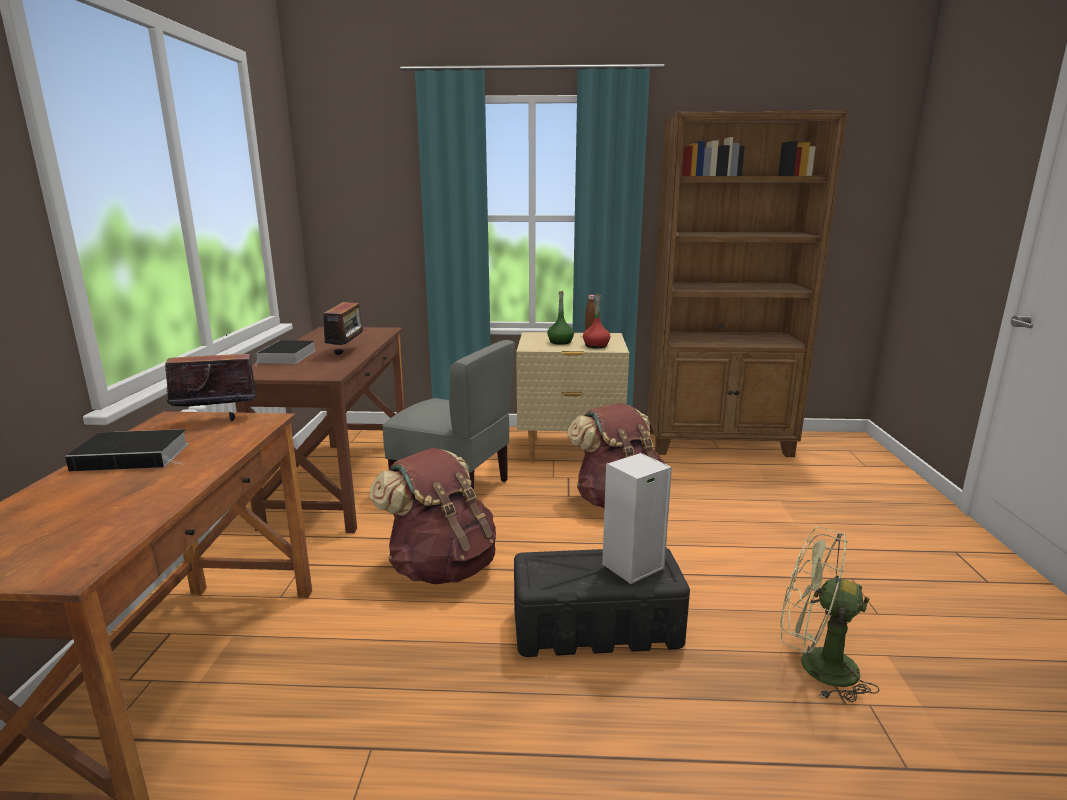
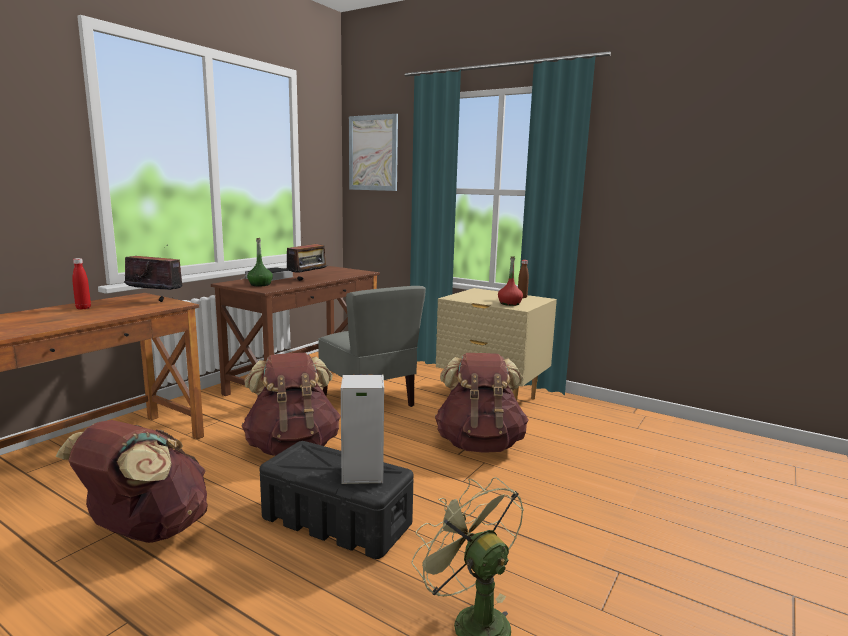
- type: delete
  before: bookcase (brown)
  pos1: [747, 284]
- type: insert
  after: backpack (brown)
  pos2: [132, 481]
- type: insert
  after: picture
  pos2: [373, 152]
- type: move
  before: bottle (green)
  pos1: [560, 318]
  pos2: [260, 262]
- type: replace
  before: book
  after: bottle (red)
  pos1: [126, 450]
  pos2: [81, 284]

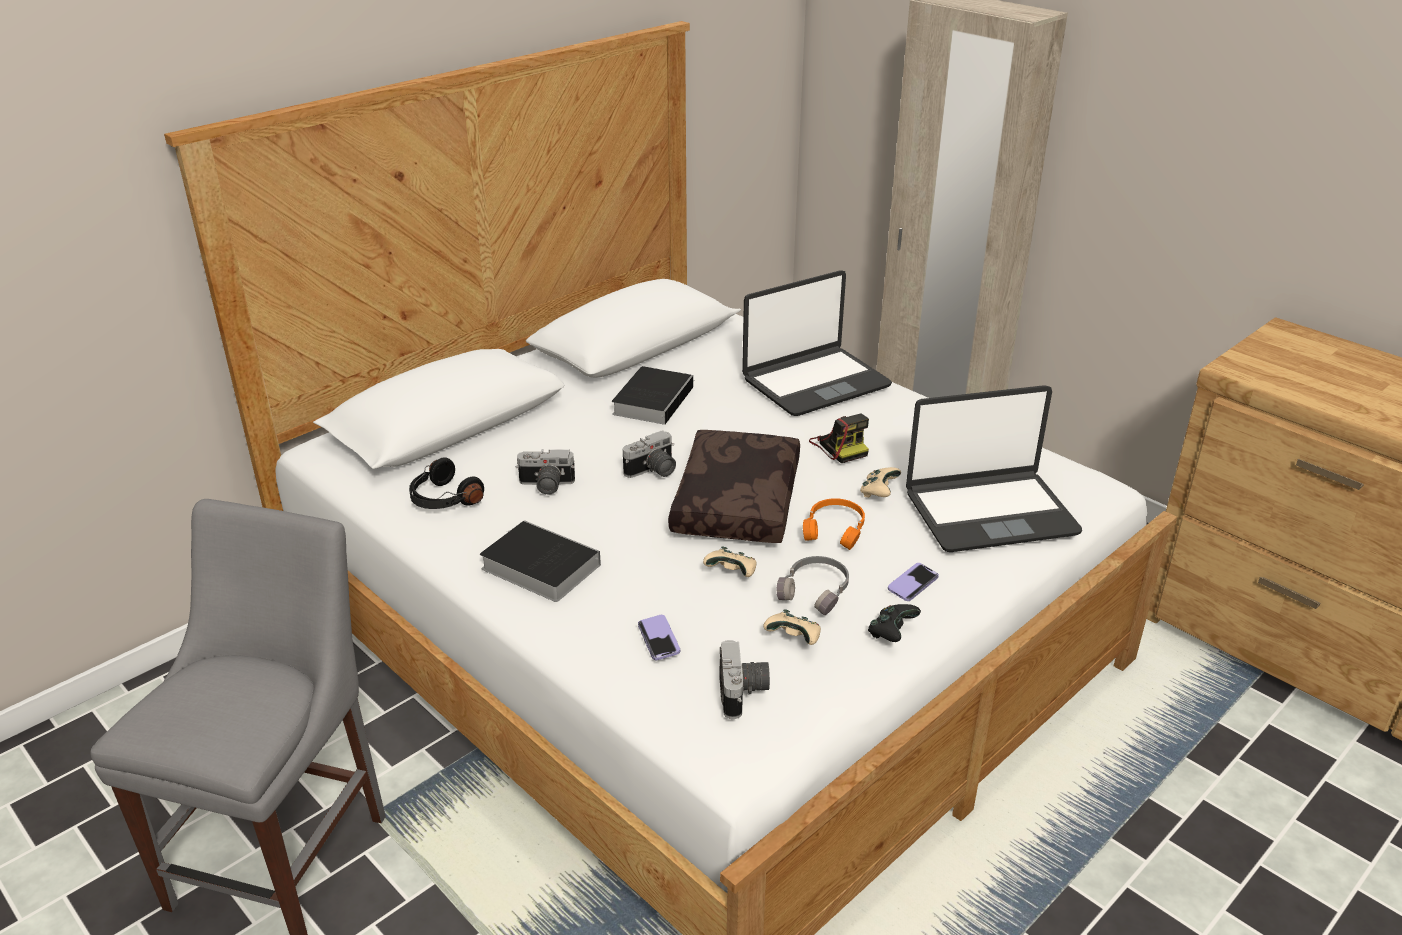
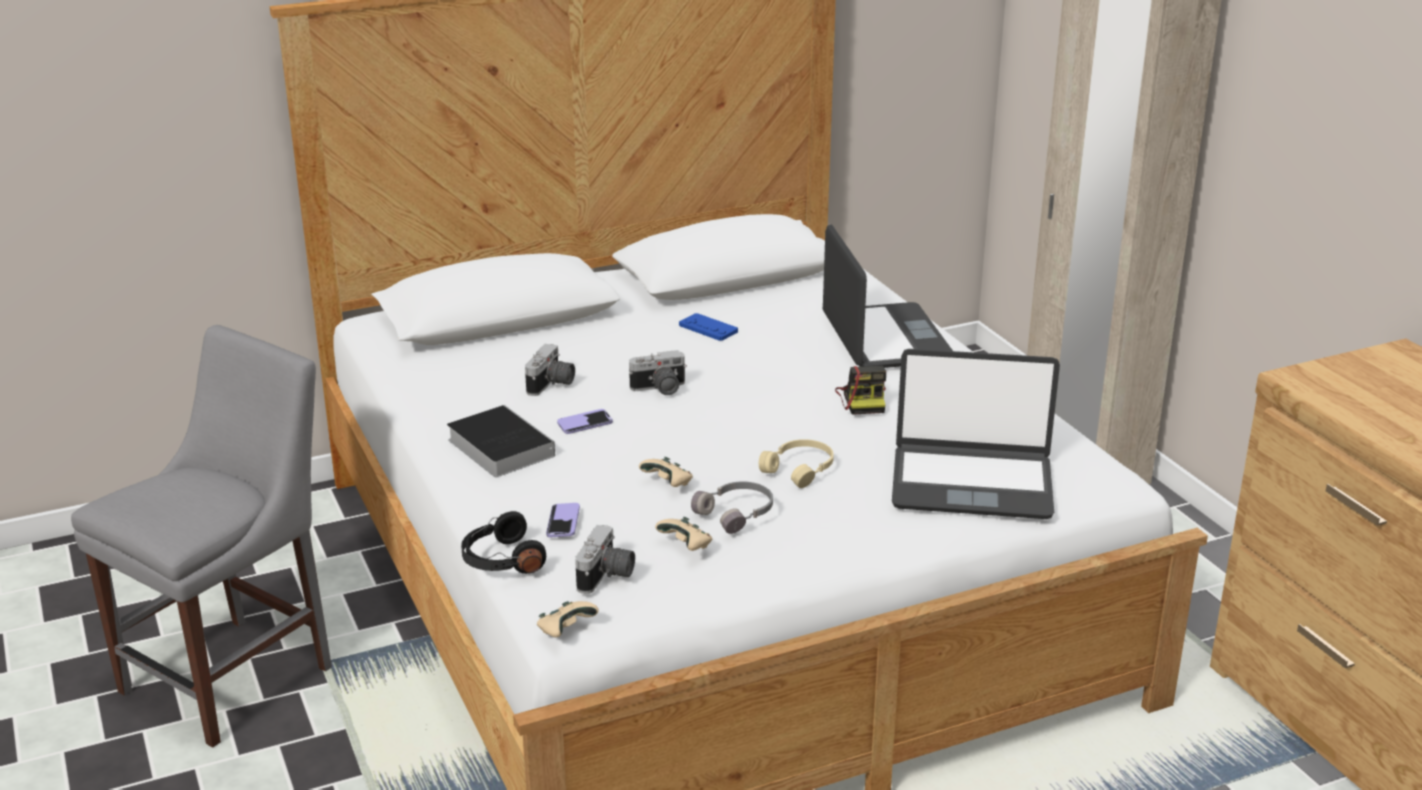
- type: delete
  before: pillow (brown)
  pos1: [734, 486]
- type: delete
  before: game controller (black)
  pos1: [894, 623]
- type: move
  before: headphones (black)
  pos1: [446, 483]
  pos2: [503, 542]
- type: move
  before: game controller (beige)
  pos1: [880, 482]
  pos2: [568, 619]
- type: move
  before: phone
  pos1: [913, 582]
  pos2: [585, 421]
- type: replace
  before: book
  after: game controller (blue)
  pos1: [653, 395]
  pos2: [708, 327]
- type: recolor
  before: headphones (orange)
  after: headphones (beige)
  pos1: [834, 524]
  pos2: [796, 463]
- type: rotate
  before: photo camera
  pos1: [545, 472]
  pos2: [550, 370]
  turn: -90
- type: rotate
  before: laptop
  pos1: [817, 343]
  pos2: [888, 296]
  turn: -90

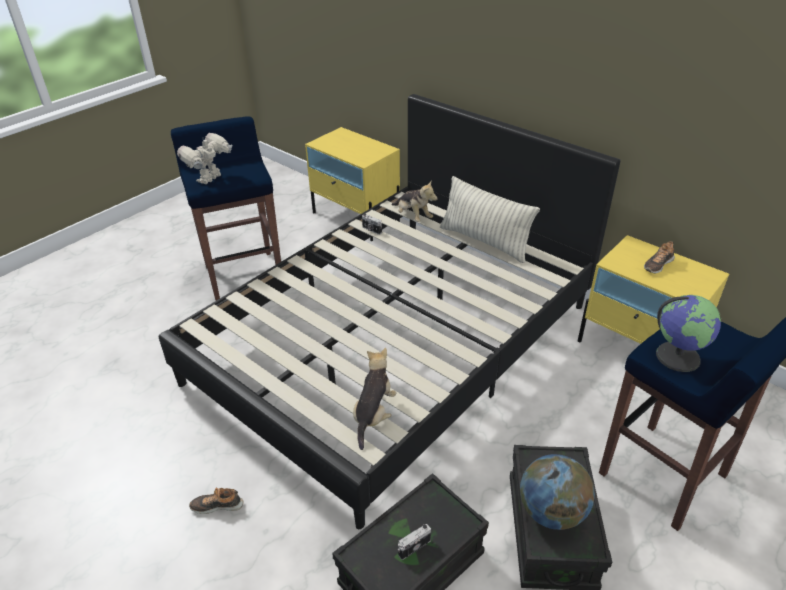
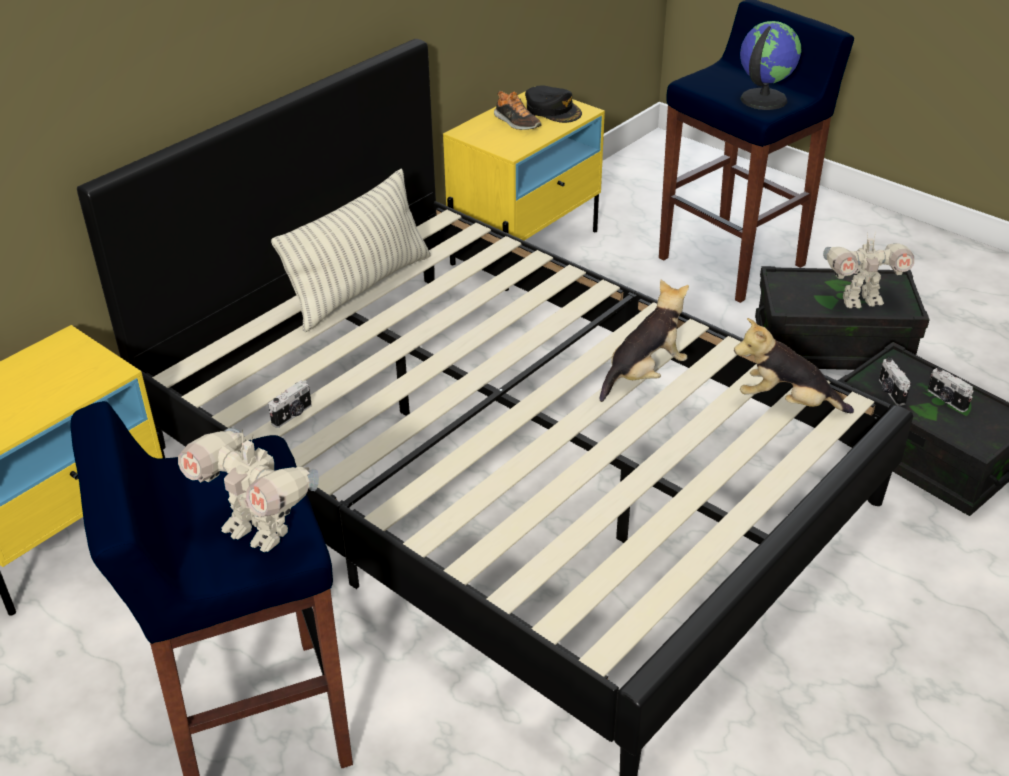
- type: delete
  before: shoe
  pos1: [216, 501]
- type: insert
  after: cap (black)
  pos2: [553, 104]
- type: insert
  after: photo camera
  pos2: [894, 382]
- type: move
  before: plush toy
  pos1: [414, 202]
  pos2: [644, 341]
- type: replace
  before: globe
  after: toy robot
  pos1: [557, 492]
  pos2: [868, 270]

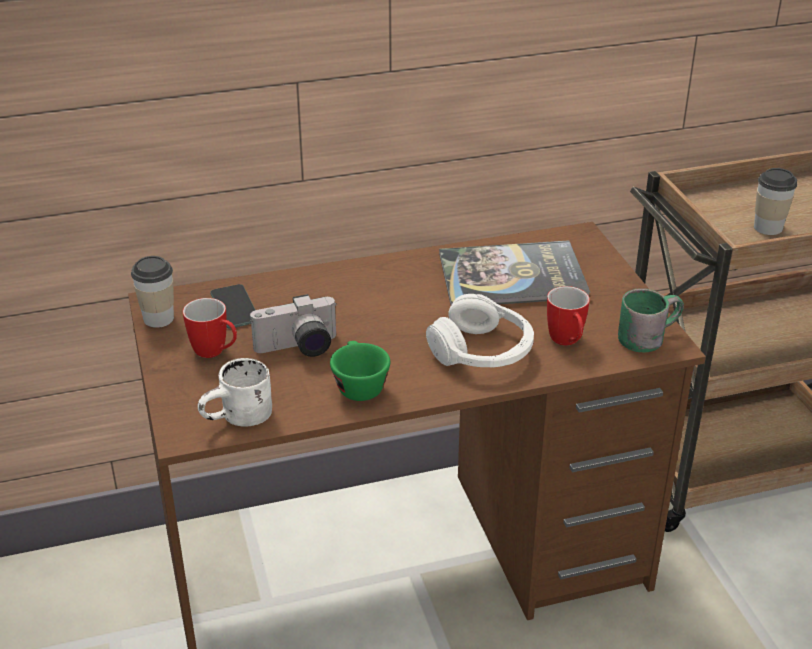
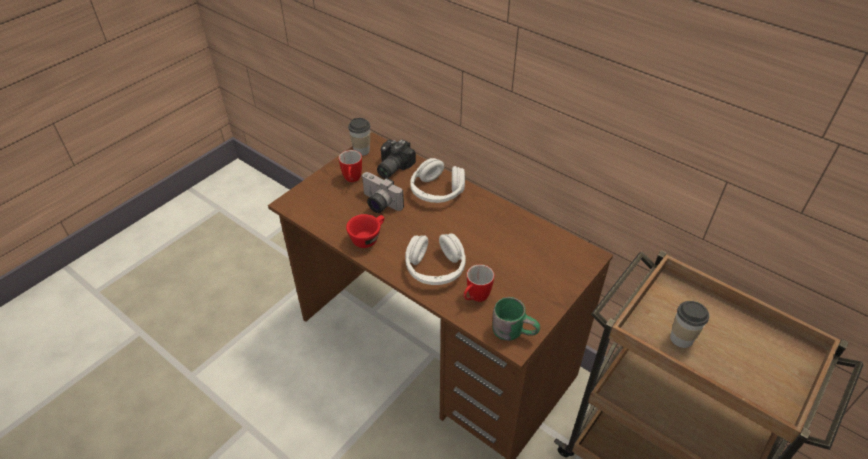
- type: delete
  before: mug (white)
  pos1: [235, 392]
- type: delete
  before: book
  pos1: [514, 272]
- type: insert
  after: headphones (white)
  pos2: [437, 180]
- type: replace
  before: phone
  after: photo camera
  pos1: [232, 306]
  pos2: [396, 159]
- type: recolor
  before: cup (green)
  after: cup (red)
  pos1: [360, 371]
  pos2: [365, 231]

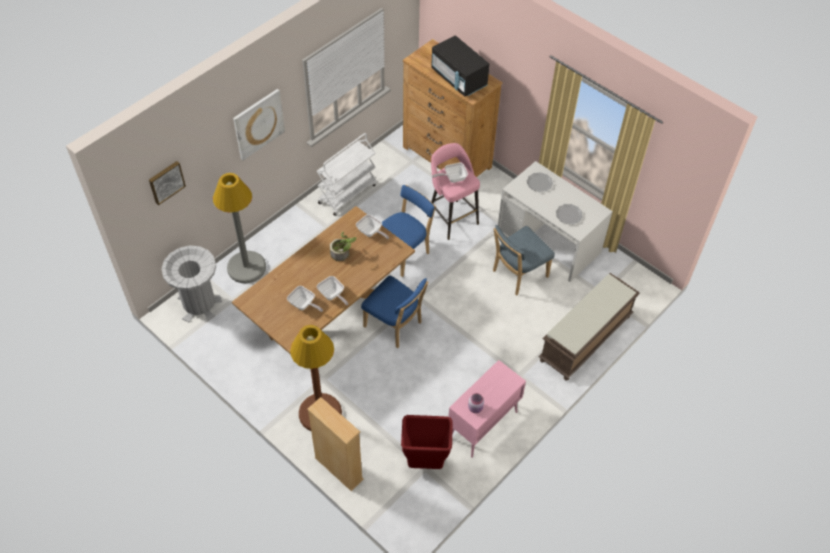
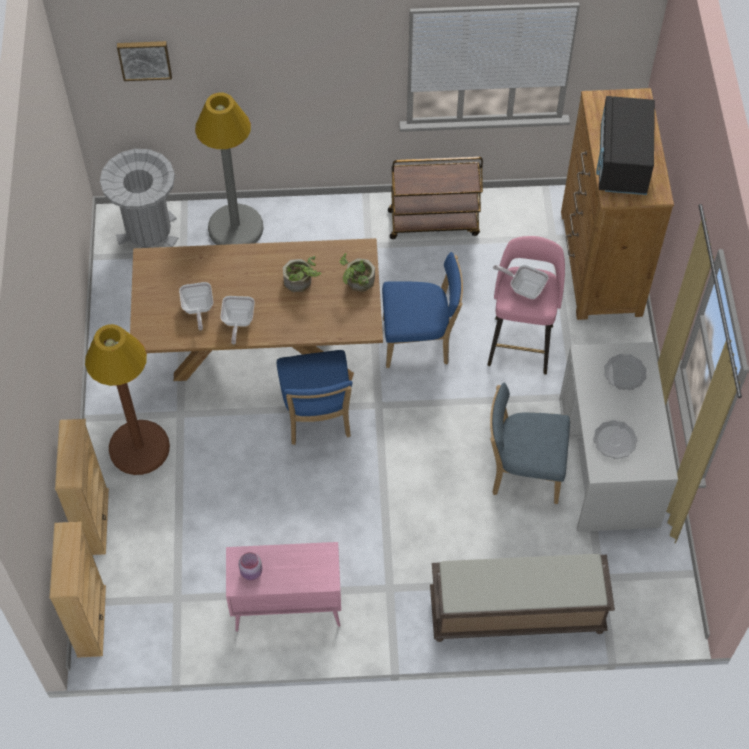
- type: delete
  before: picture
  pos1: [259, 125]
- type: delete
  before: trash can (red)
  pos1: [427, 442]
- type: insert
  after: bookcase (beige)
  pos2: [78, 590]
- type: replace
  before: frying pan
  after: potted plant
  pos1: [372, 226]
  pos2: [357, 272]
- type: recolor
  before: cart (white)
  after: cart (brown)
  pos1: [347, 174]
  pos2: [435, 198]

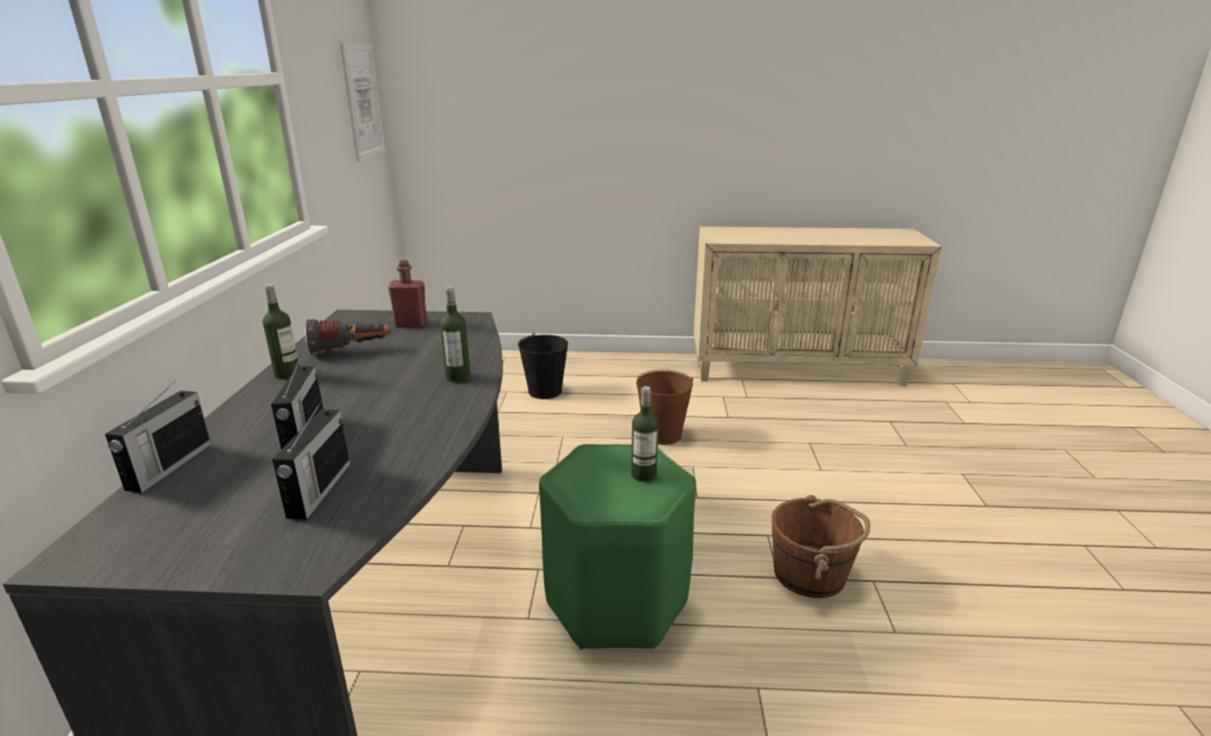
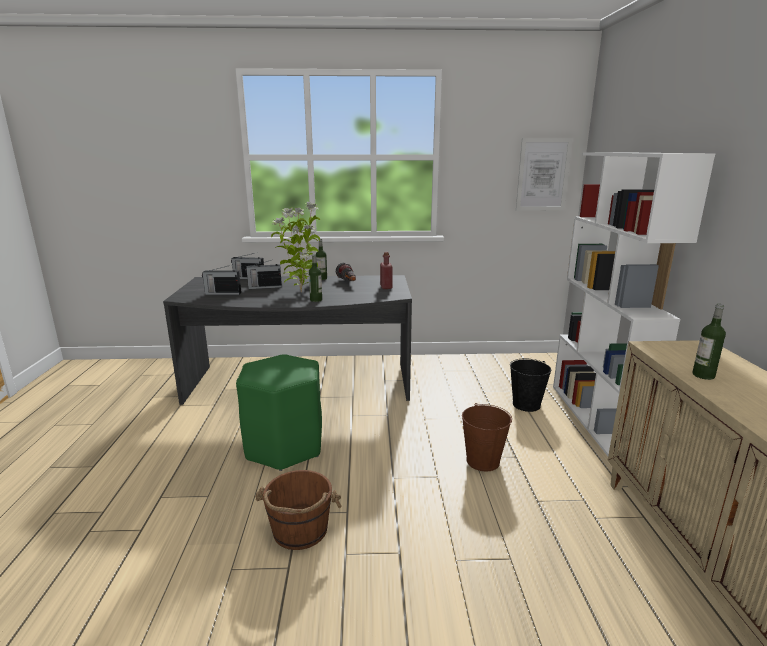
- type: insert
  after: potted plant
  pos2: [295, 247]
- type: insert
  after: bookcase (white)
  pos2: [634, 304]
- type: move
  before: bottle
  pos1: [645, 434]
  pos2: [709, 342]

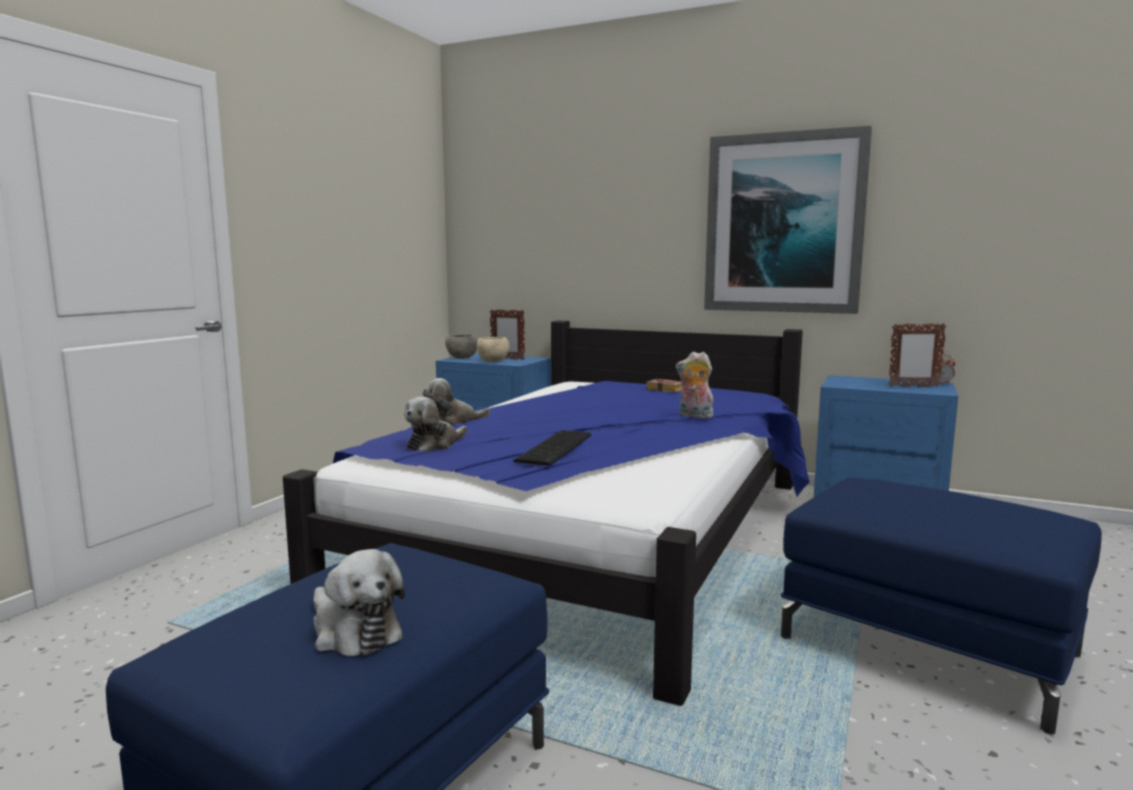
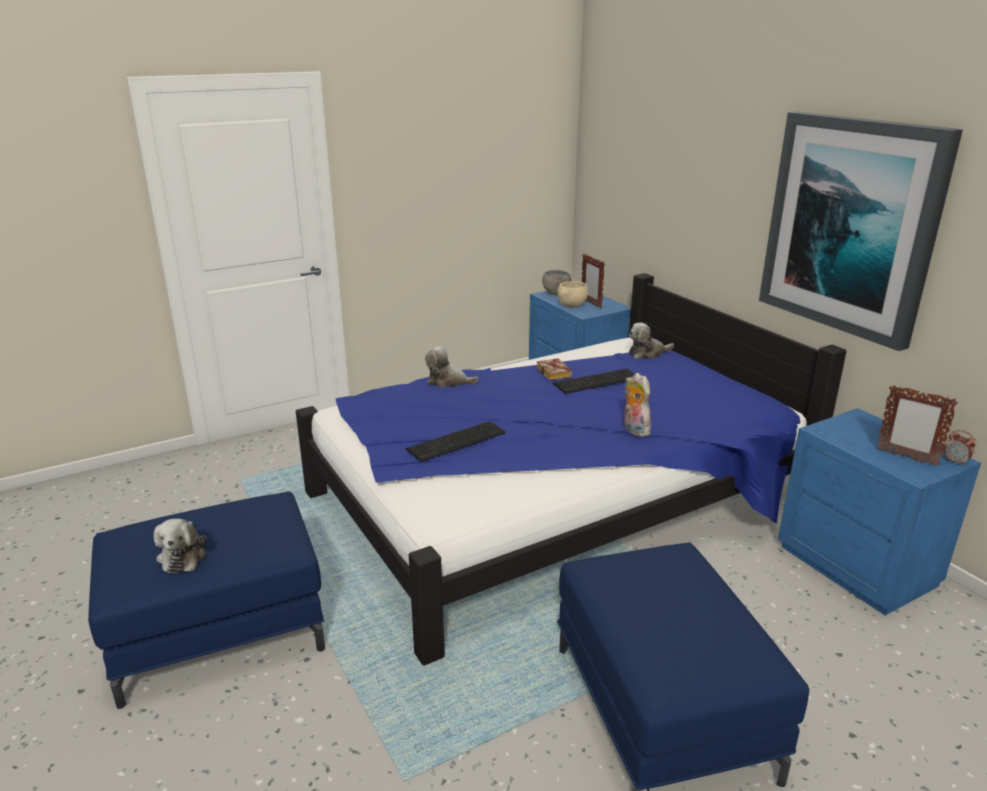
- type: insert
  after: keyboard
  pos2: [594, 381]
- type: move
  before: plush toy
  pos1: [435, 424]
  pos2: [651, 341]
- type: move
  before: book
  pos1: [664, 386]
  pos2: [554, 369]

